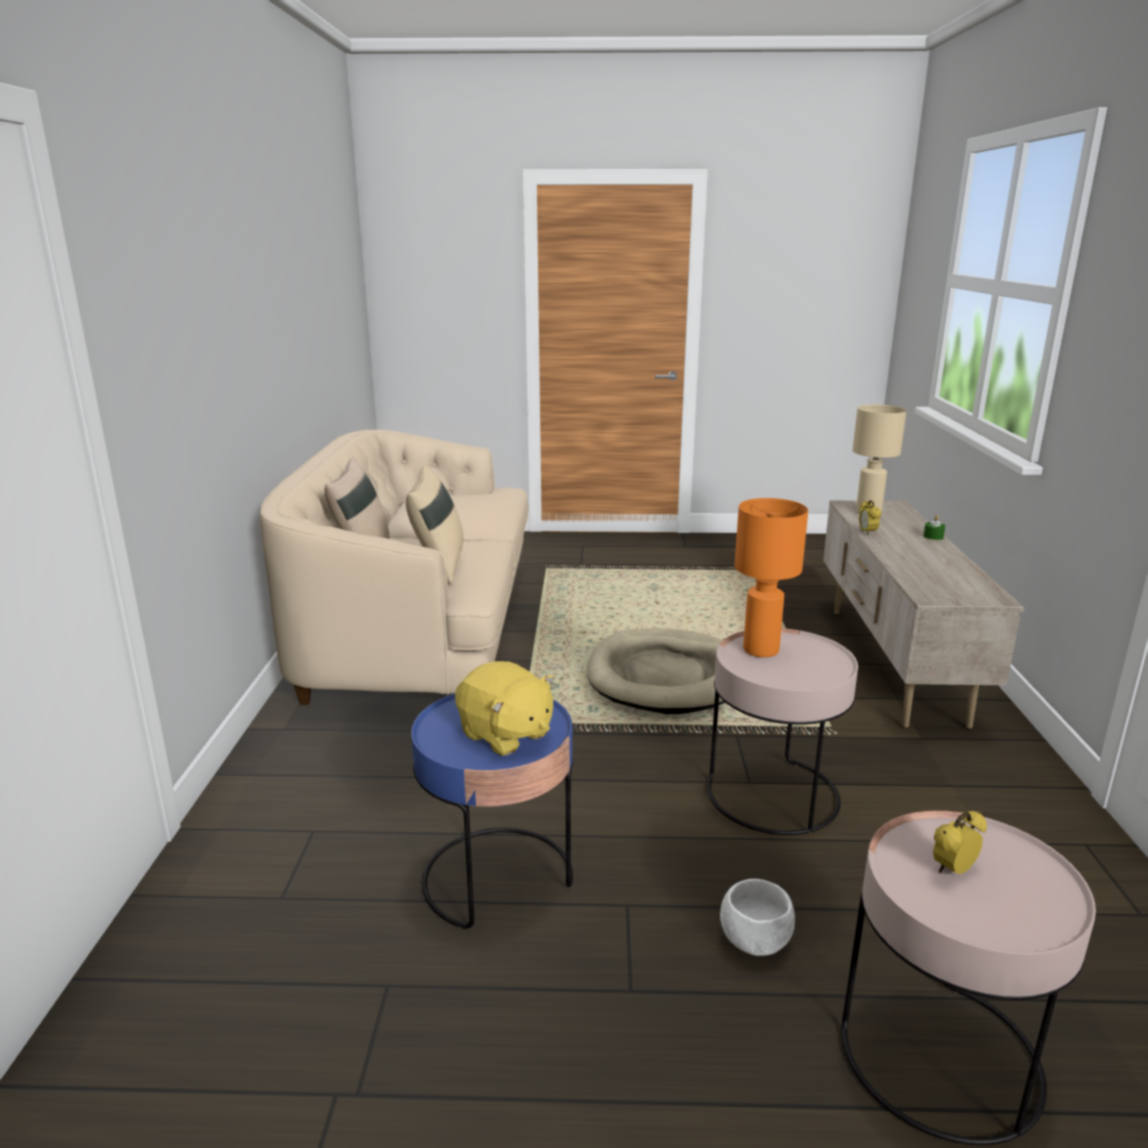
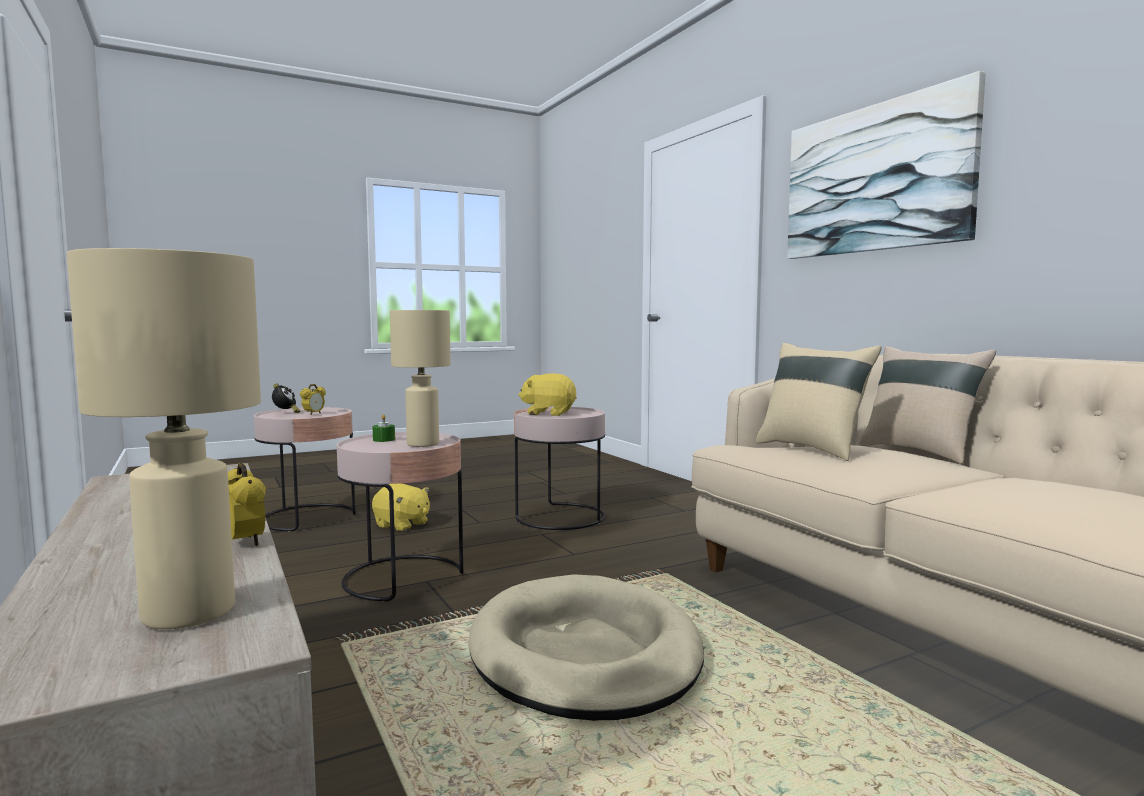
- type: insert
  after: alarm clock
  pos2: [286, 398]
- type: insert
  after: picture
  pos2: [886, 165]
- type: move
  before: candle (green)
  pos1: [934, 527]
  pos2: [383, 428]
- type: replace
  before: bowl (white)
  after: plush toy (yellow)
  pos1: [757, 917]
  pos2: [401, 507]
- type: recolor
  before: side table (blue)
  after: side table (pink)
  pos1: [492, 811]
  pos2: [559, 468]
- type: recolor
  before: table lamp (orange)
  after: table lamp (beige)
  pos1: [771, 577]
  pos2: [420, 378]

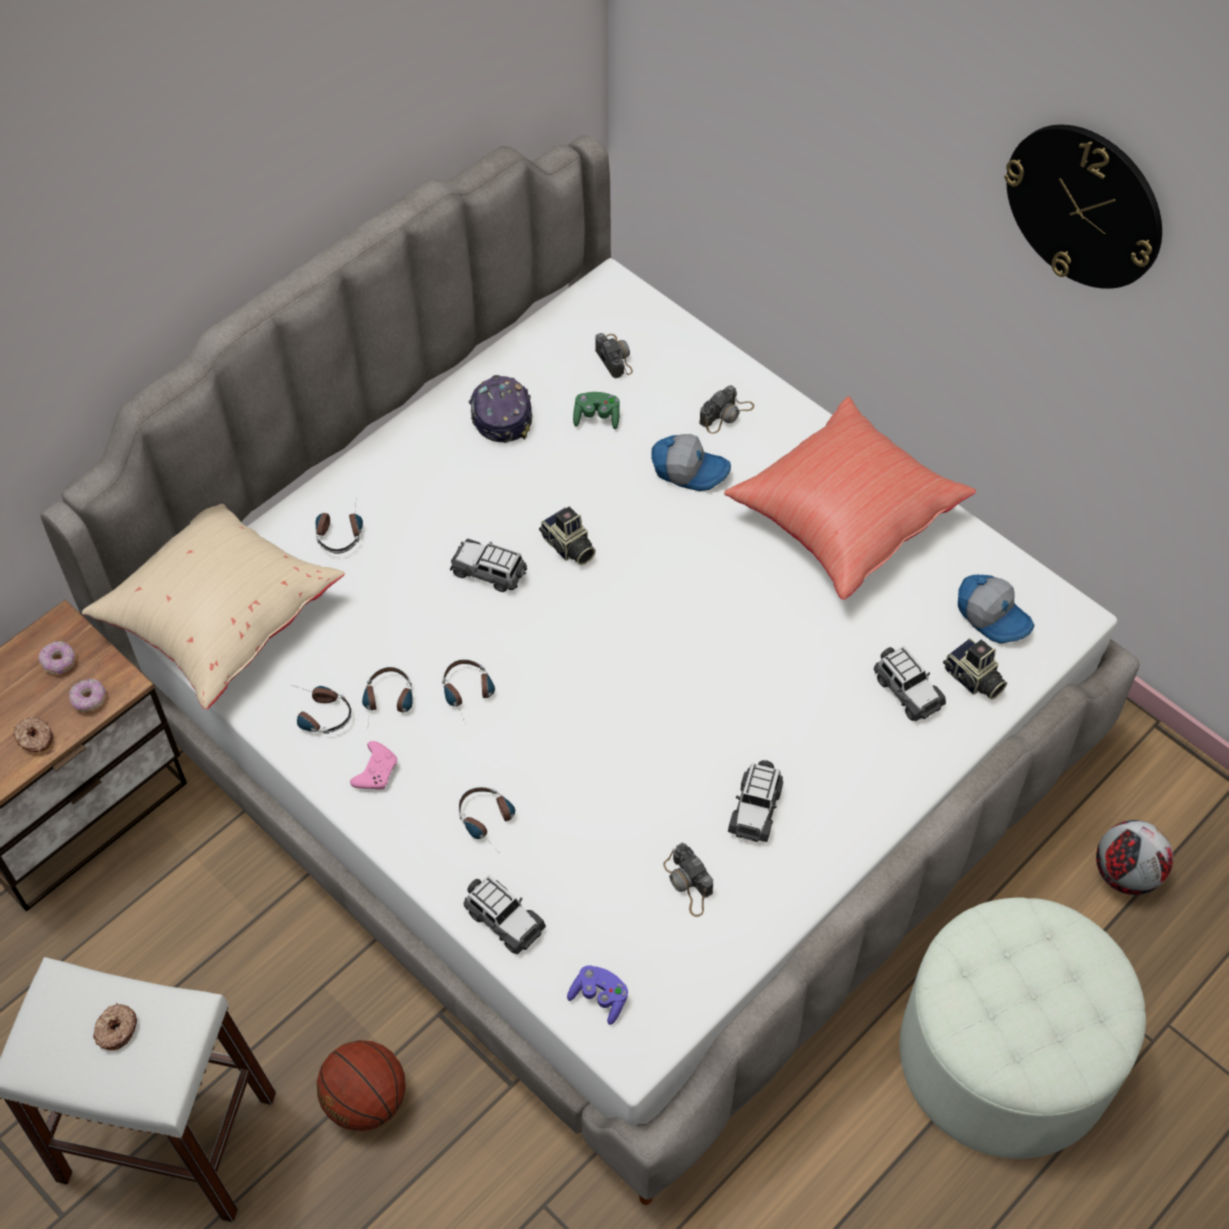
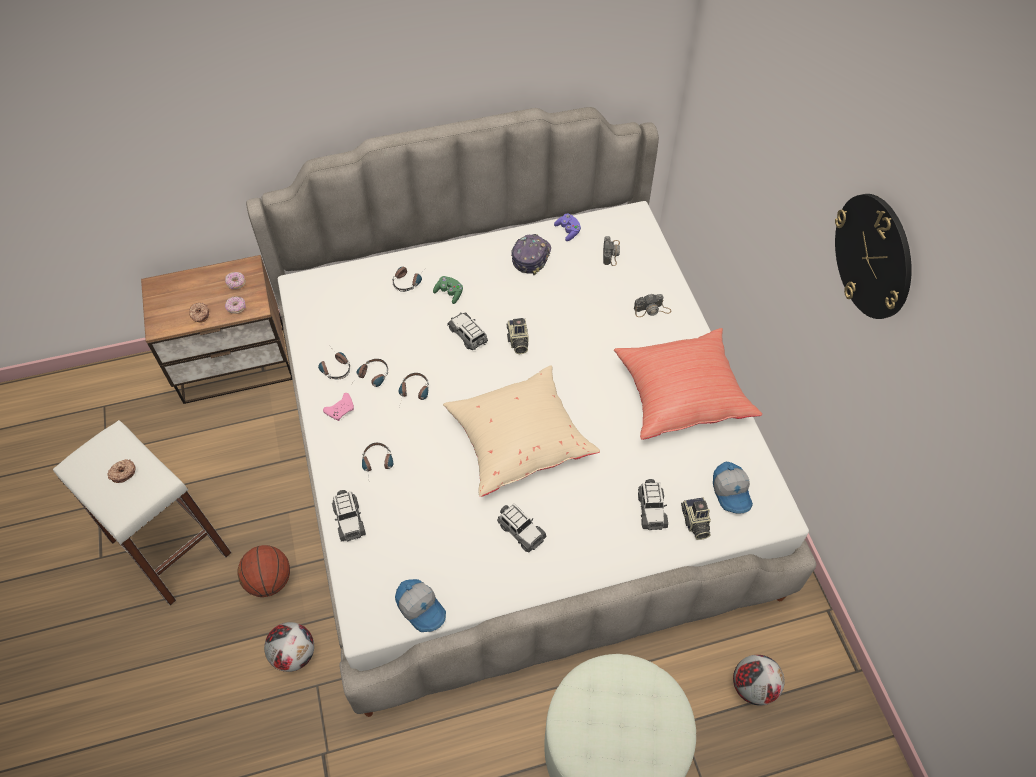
- type: delete
  before: photo camera
  pos1: [688, 880]
- type: insert
  after: football
  pos2: [289, 647]
- type: move
  before: pillow (beige)
  pos1: [213, 606]
  pos2: [521, 431]
- type: move
  before: game controller (purple)
  pos1: [597, 995]
  pos2: [567, 227]
- type: move
  before: game controller (green)
  pos1: [596, 410]
  pos2: [448, 290]
- type: move
  before: cap
  pos1: [691, 462]
  pos2: [420, 605]
- type: rotate
  before: toy car
  pos1: [756, 801]
  pos2: [522, 528]
  turn: -90

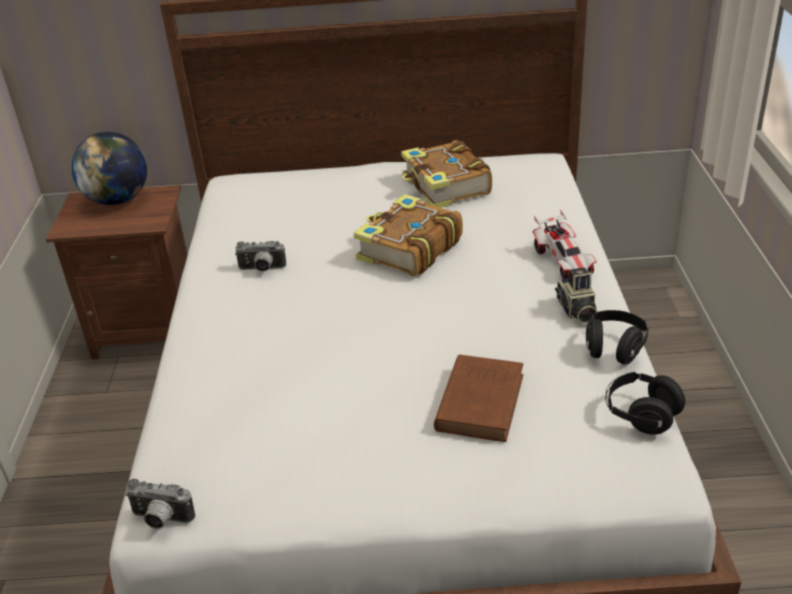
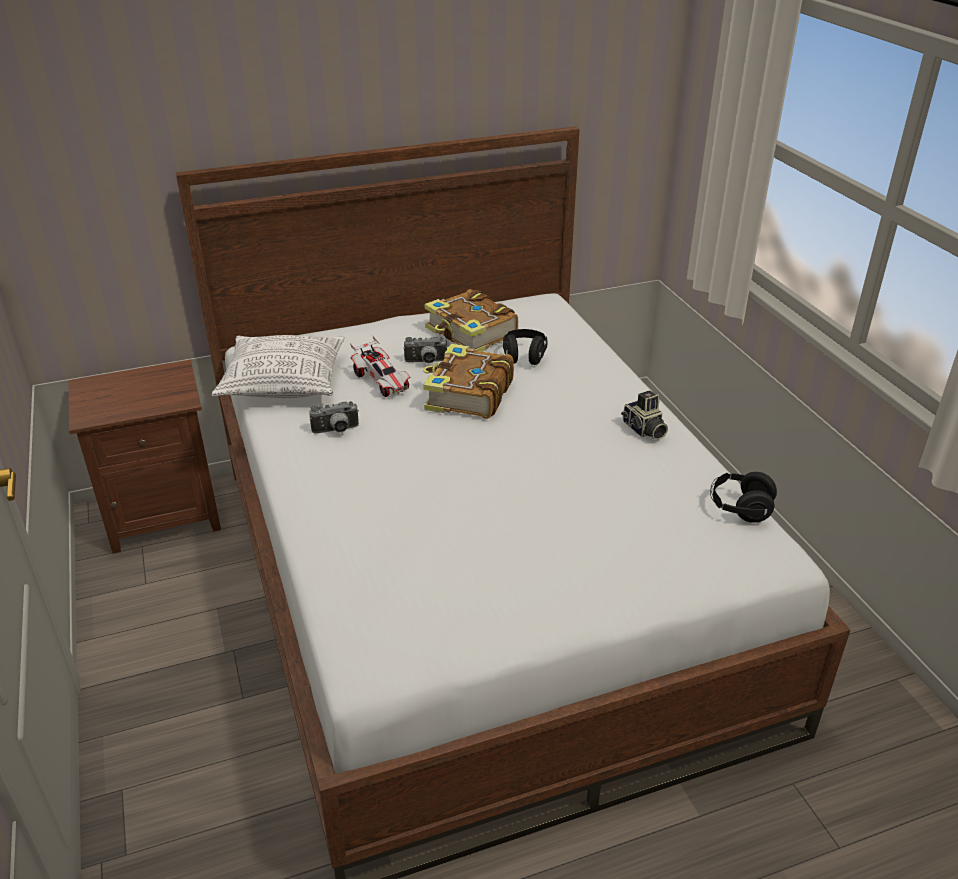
- type: delete
  before: globe
  pos1: [109, 168]
- type: delete
  before: book (brown)
  pos1: [479, 398]
- type: insert
  after: pillow
  pos2: [278, 366]
- type: move
  before: photo camera
  pos1: [160, 504]
  pos2: [425, 350]
- type: move
  before: toy car
  pos1: [565, 244]
  pos2: [380, 366]
- type: move
  before: headphones (black)
  pos1: [617, 337]
  pos2: [525, 347]

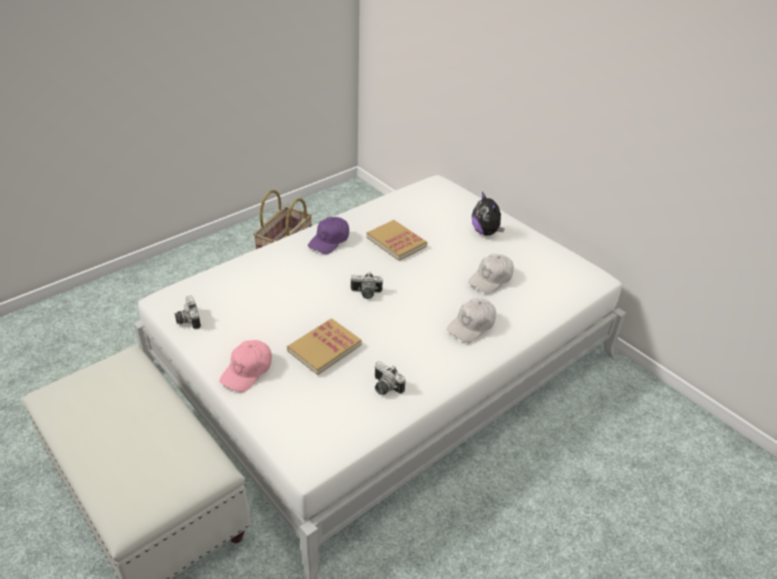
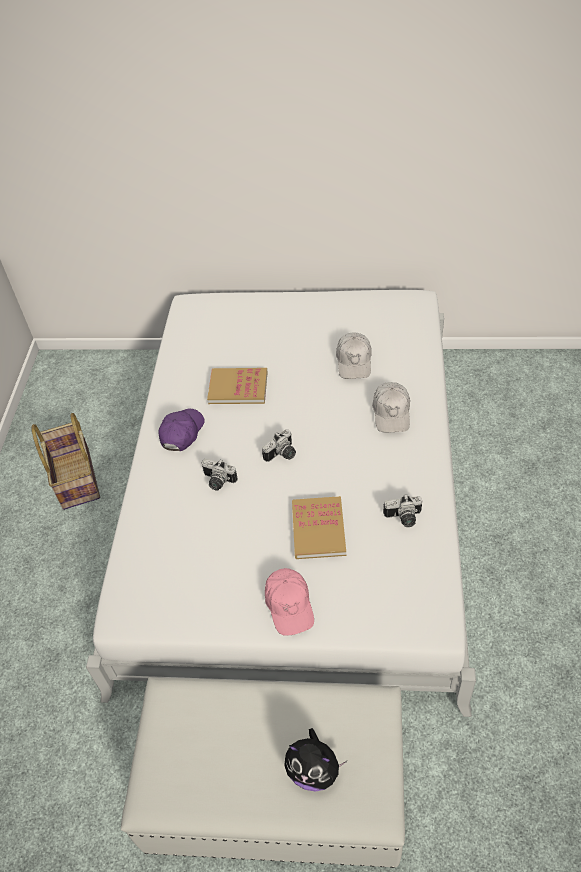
- type: move
  before: photo camera
  pos1: [187, 312]
  pos2: [219, 475]
- type: move
  before: plush toy
  pos1: [488, 214]
  pos2: [316, 759]
- type: rotate
  before: cap (purple)
  pos1: [328, 235]
  pos2: [181, 430]
  turn: -150

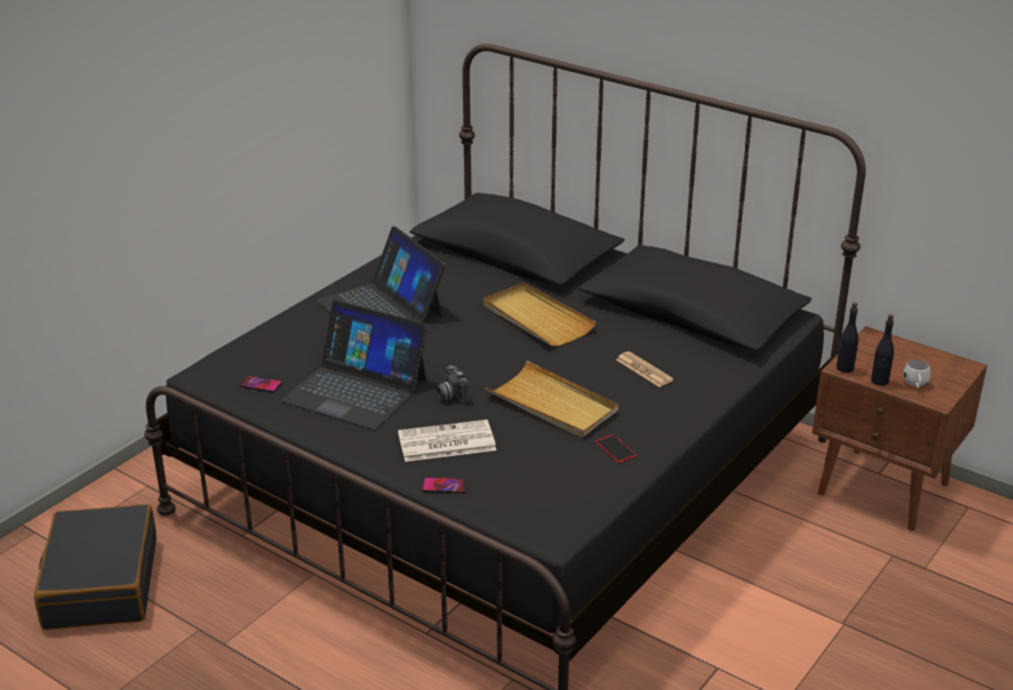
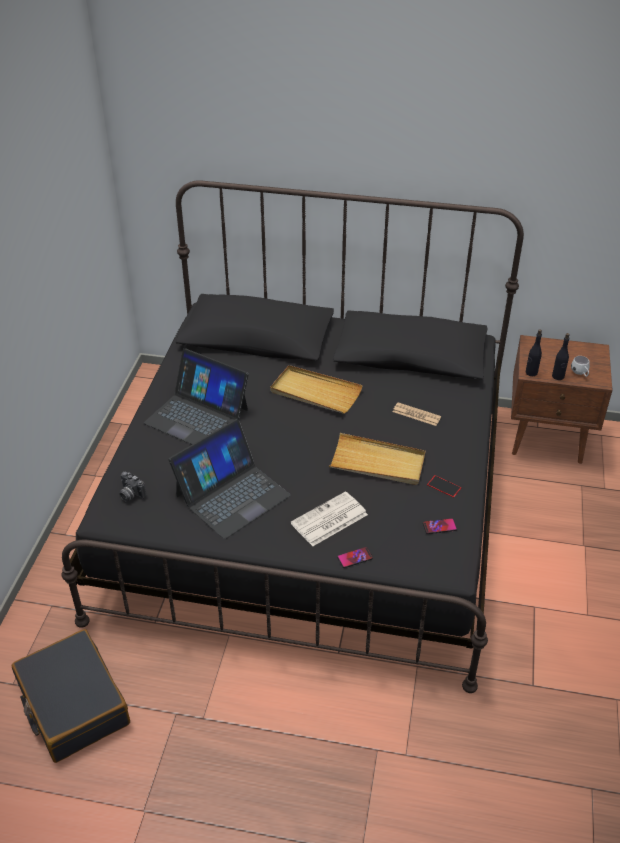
- type: move
  before: phone
  pos1: [260, 384]
  pos2: [440, 526]
- type: move
  before: photo camera
  pos1: [452, 384]
  pos2: [132, 487]
- type: rotate
  before: laptop
  pos1: [354, 365]
  pos2: [230, 479]
  turn: -45

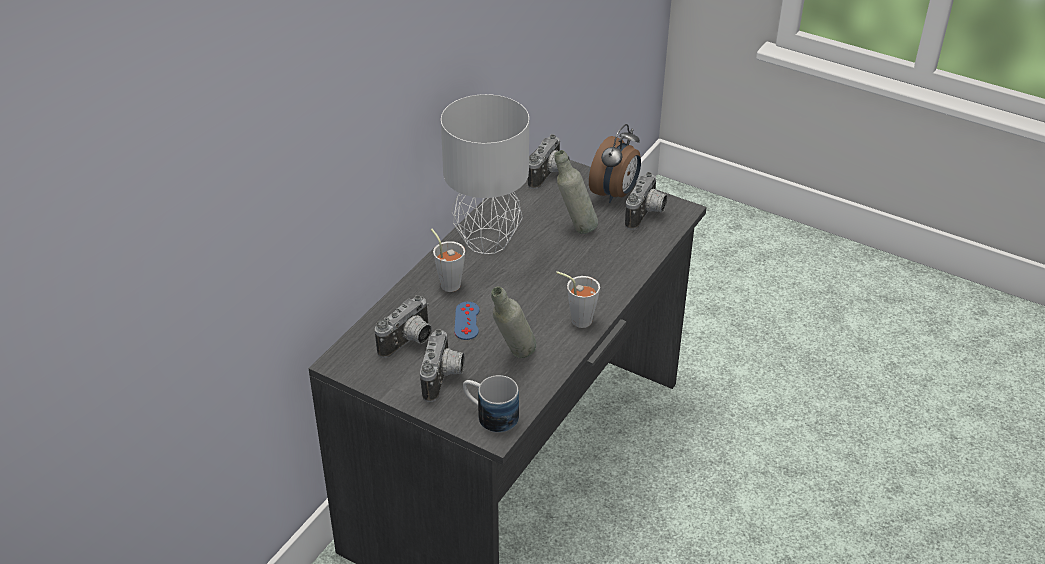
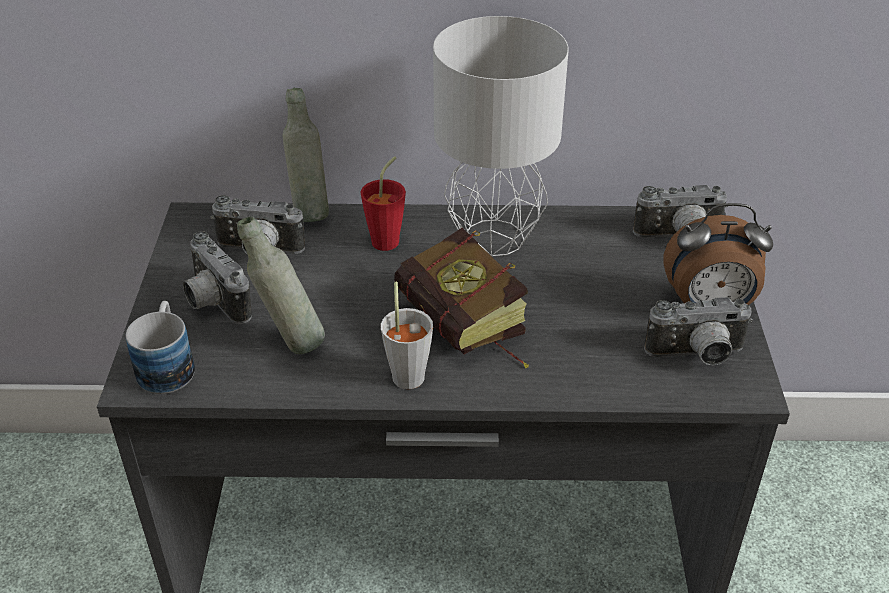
- type: delete
  before: game controller (blue)
  pos1: [467, 321]
- type: insert
  after: book
  pos2: [461, 297]
- type: move
  before: bottle (grey)
  pos1: [576, 192]
  pos2: [306, 155]
- type: recolor
  before: cup (grey)
  after: cup (red)
  pos1: [448, 260]
  pos2: [383, 203]
- type: rotate
  before: photo camera
  pos1: [442, 365]
  pos2: [217, 277]
  turn: 75

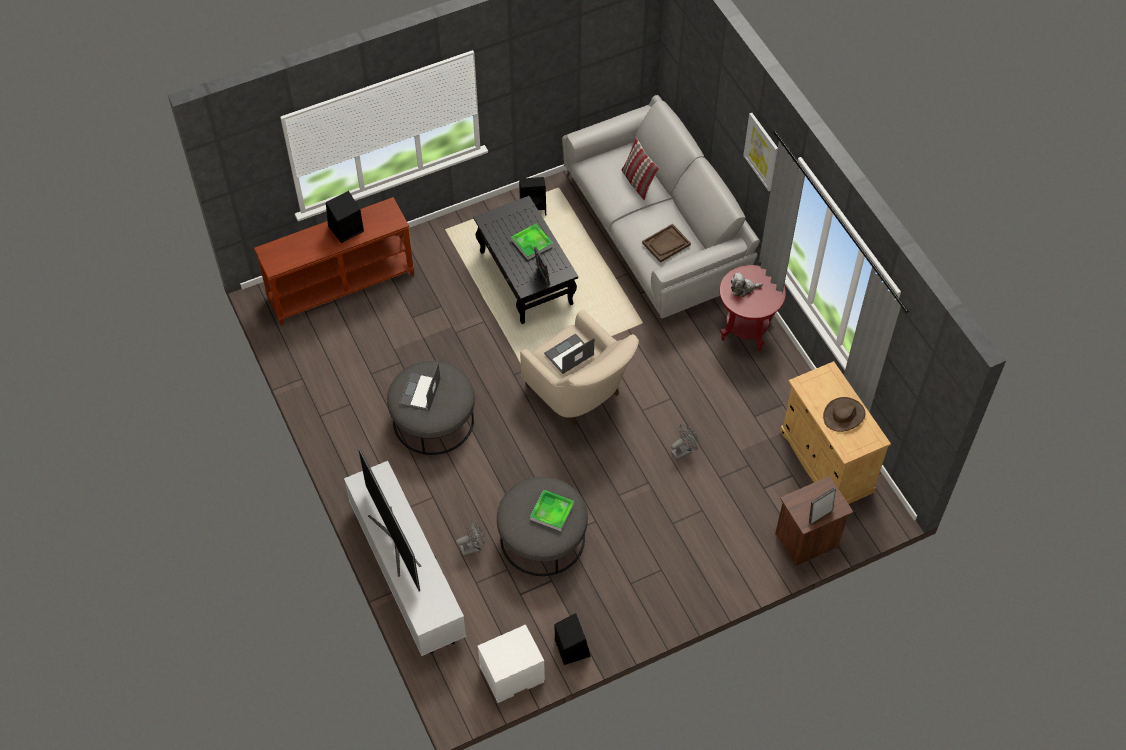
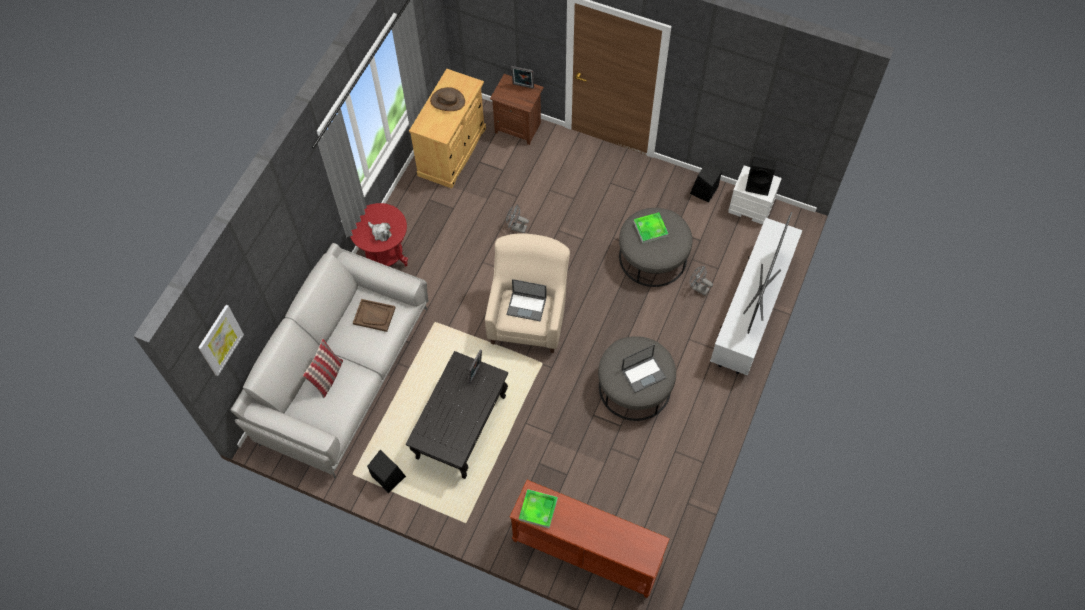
- type: move
  before: speaker (black)
  pos1: [345, 217]
  pos2: [760, 176]
- type: move
  before: tray
  pos1: [532, 242]
  pos2: [538, 508]
- type: move
  before: picture
  pos1: [760, 152]
  pos2: [221, 340]

